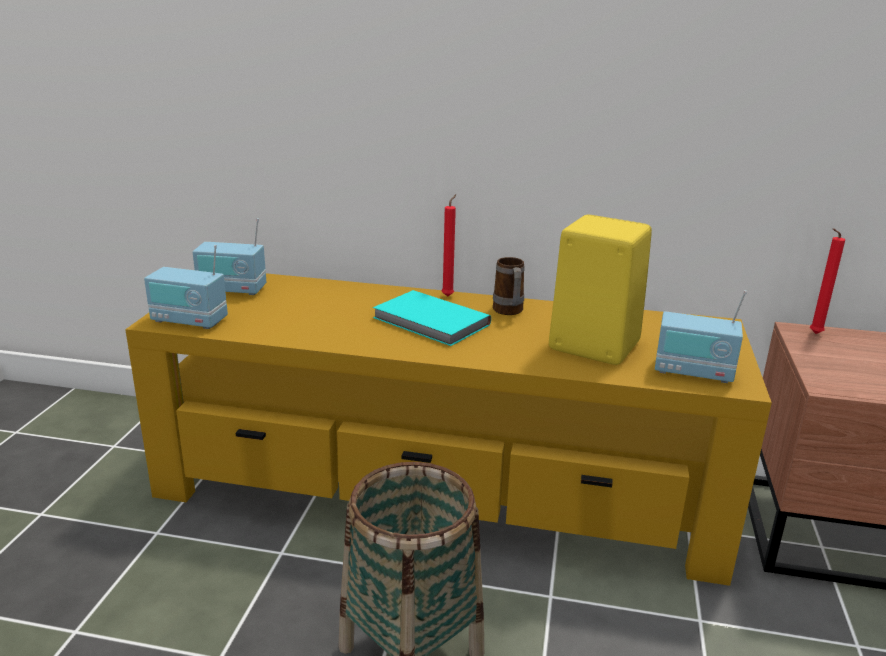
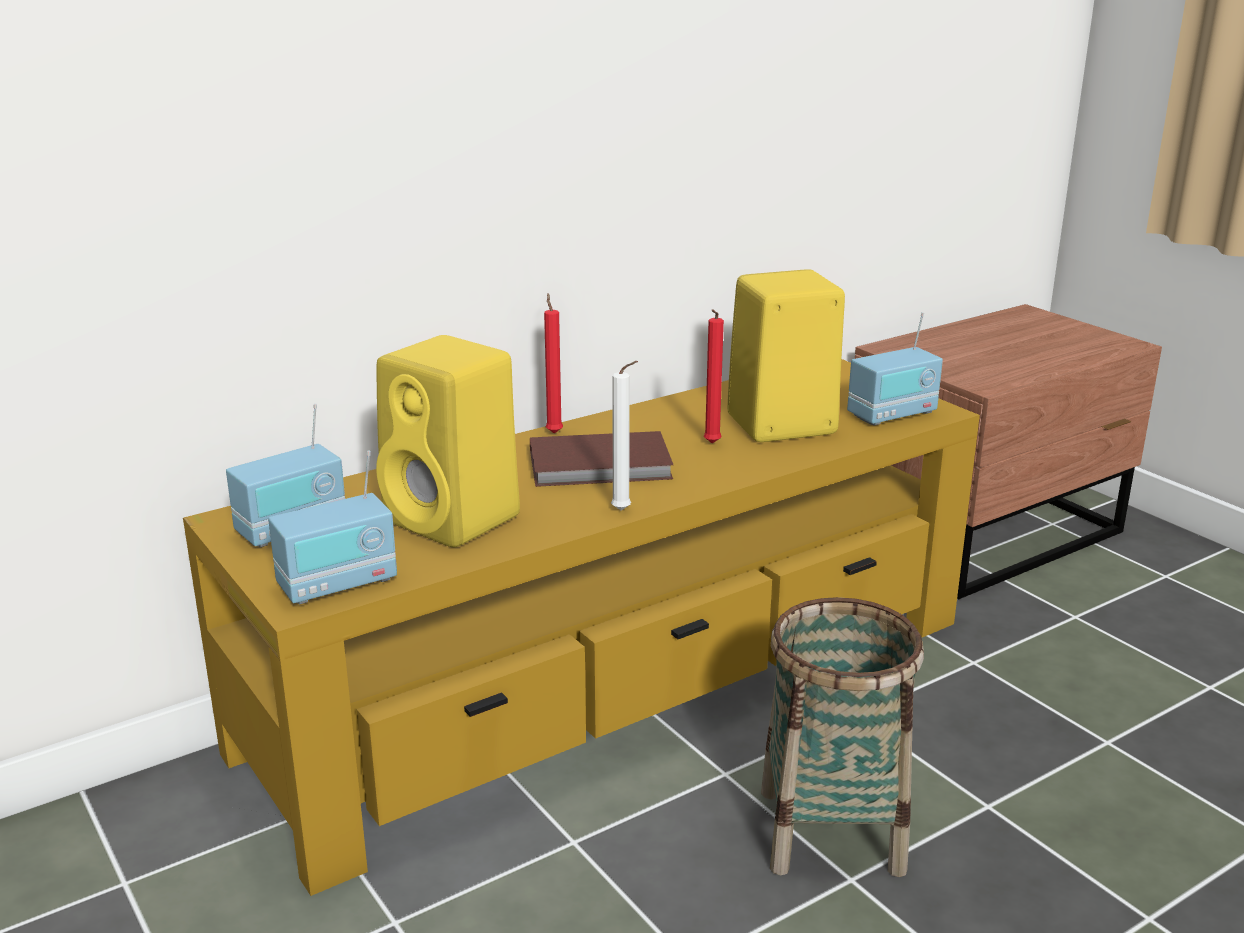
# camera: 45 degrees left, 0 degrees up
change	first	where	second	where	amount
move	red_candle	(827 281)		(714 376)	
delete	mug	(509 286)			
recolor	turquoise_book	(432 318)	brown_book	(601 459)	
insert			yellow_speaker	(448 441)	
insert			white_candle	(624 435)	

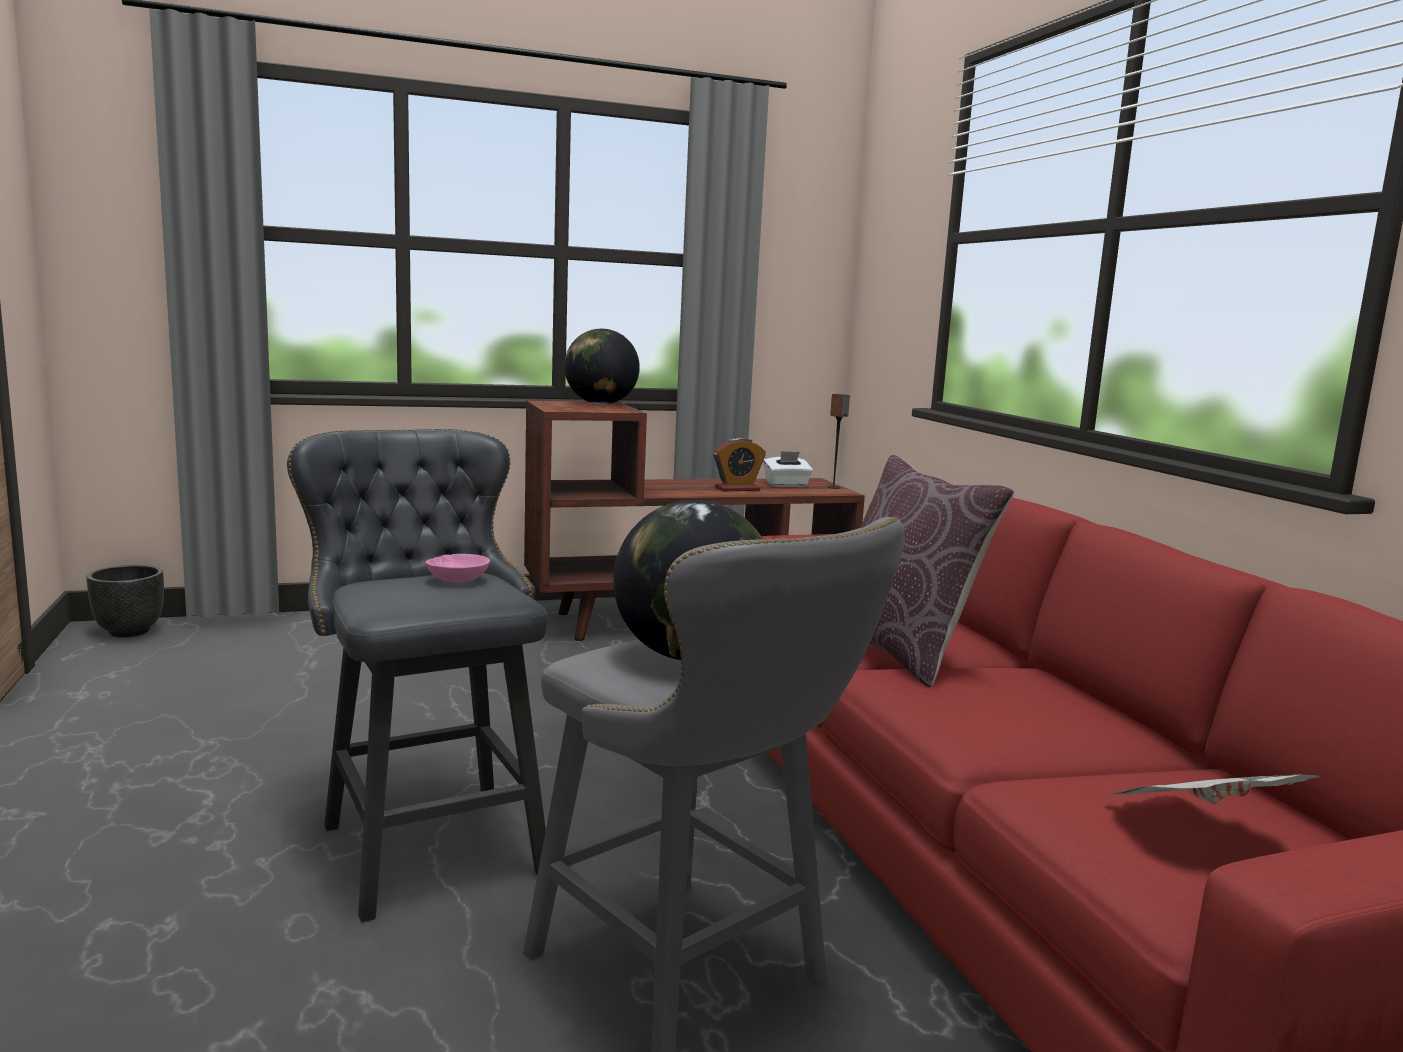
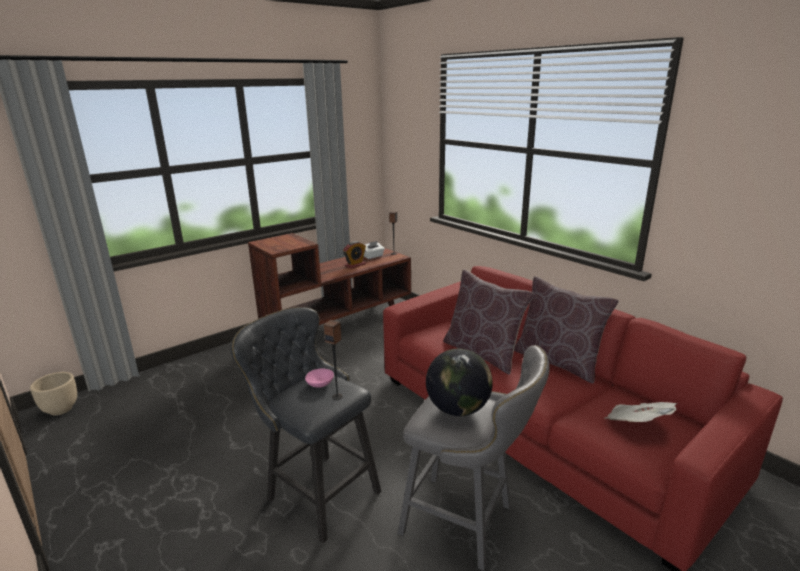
# camera: 20 degrees left, 10 degrees up
change	first	where	second	where	amount
delete	globe	(602 367)			
recolor	black_planter	(125 601)	beige_planter	(53 394)	
insert			brown_pillow	(566 330)	
insert			speaker	(333 360)	

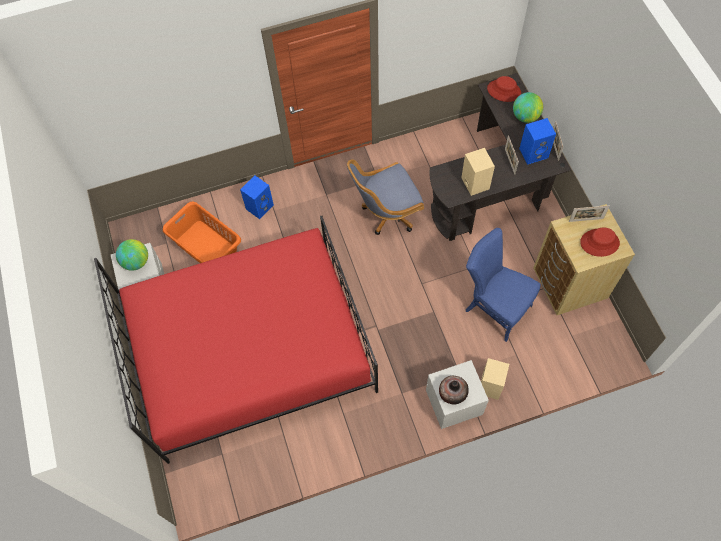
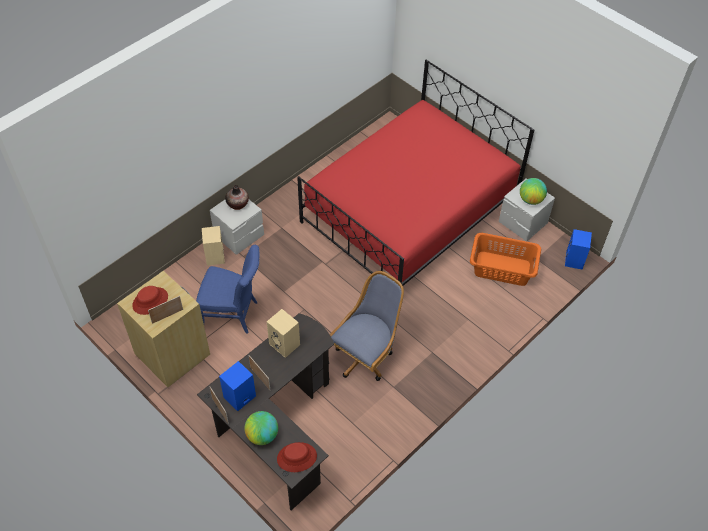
# camera: 150 degrees right, 10 degrees down
change	first	where	second	where	amount
move	blue_speaker	(257 197)		(578 249)	

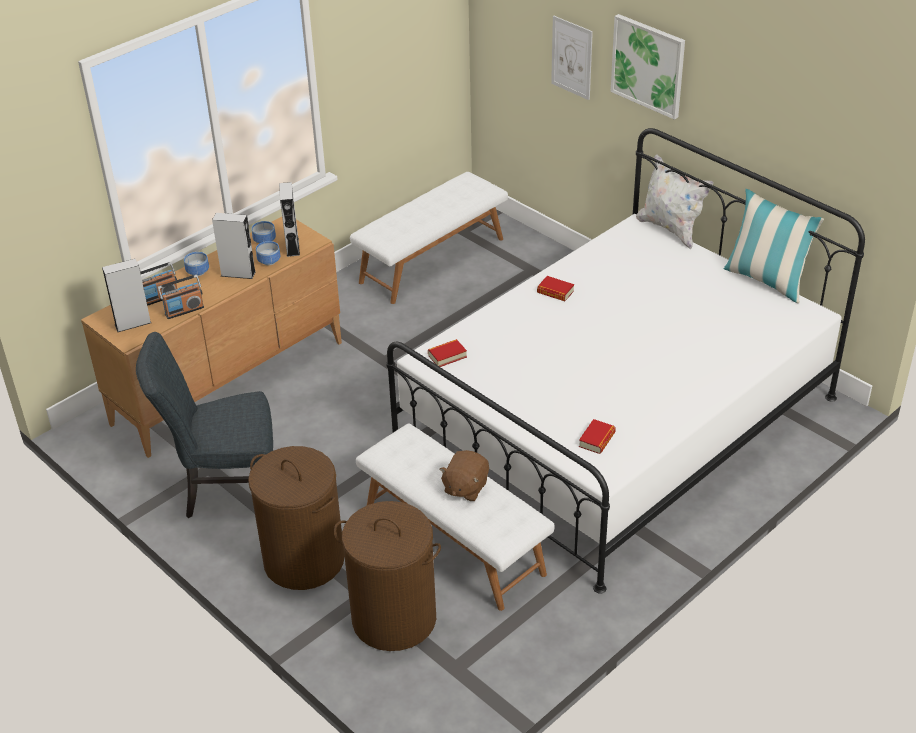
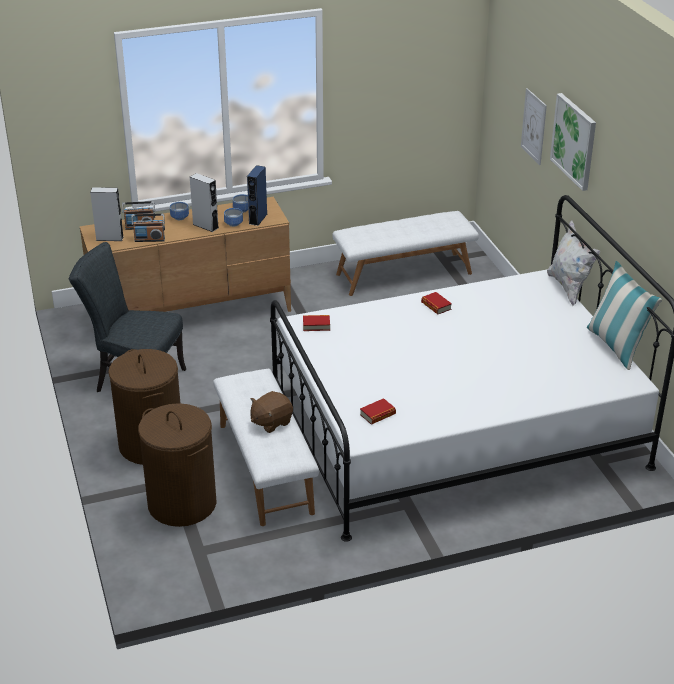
# camera: 25 degrees right, 5 degrees down
change	first	where	second	where	amount
recolor	grey_speaker	(289 219)	blue_speaker	(257 195)	

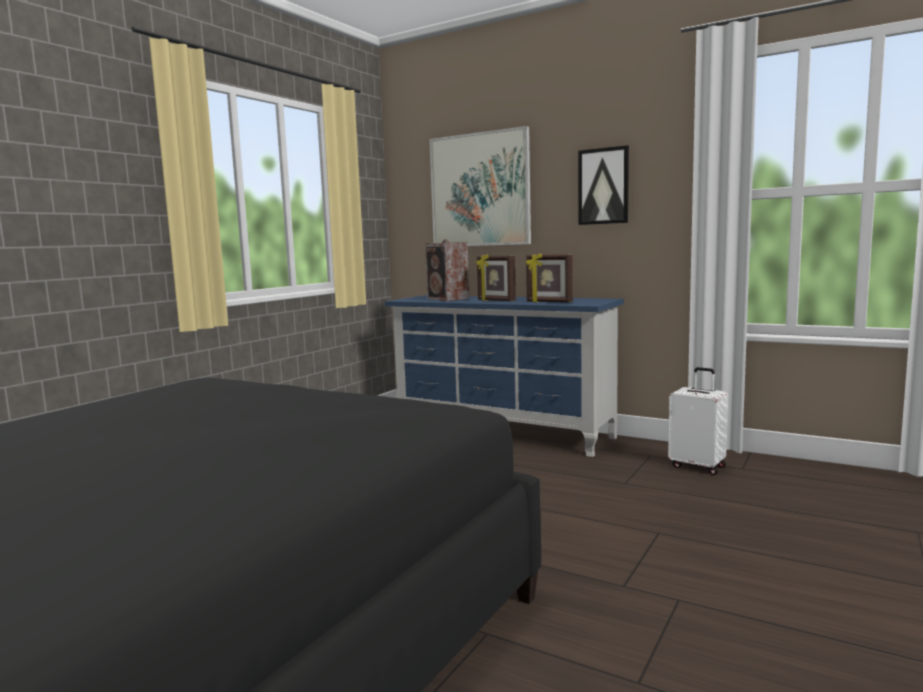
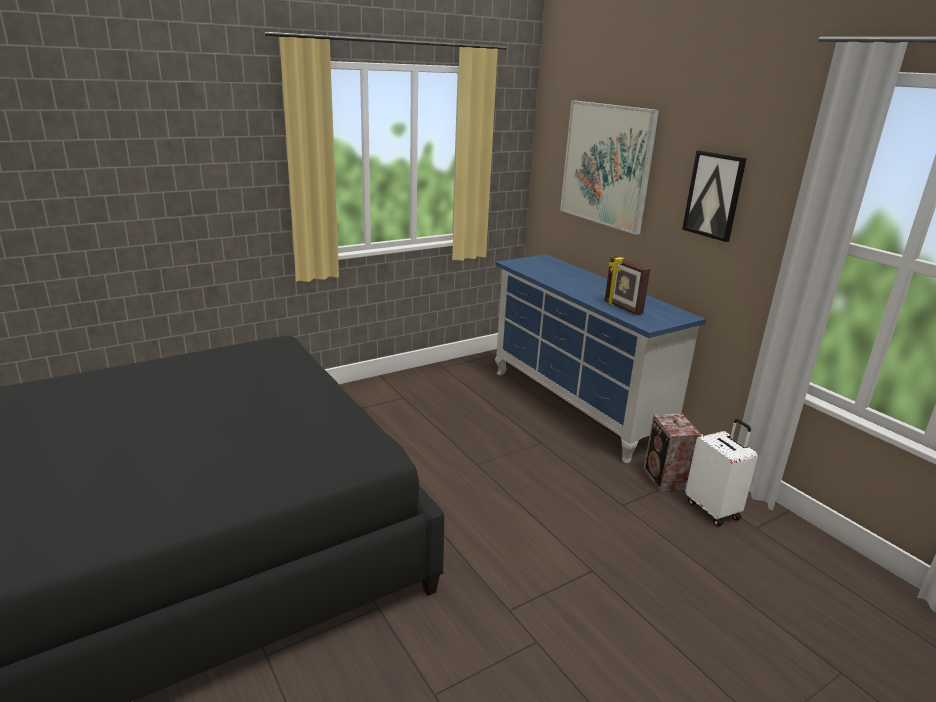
# camera: 25 degrees right, 15 degrees up
change	first	where	second	where	amount
move	speaker	(447 270)		(673 452)	
delete	picture_frame	(496 277)			

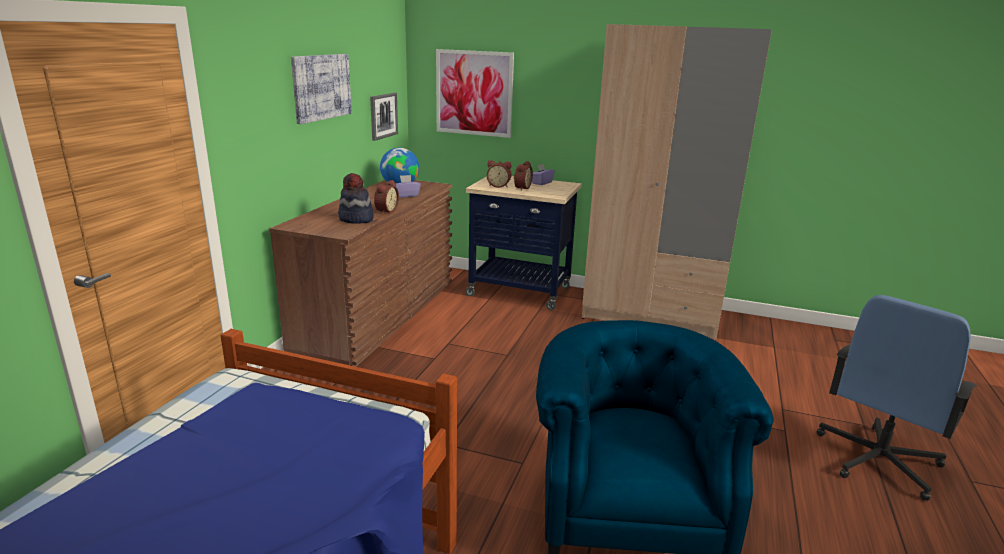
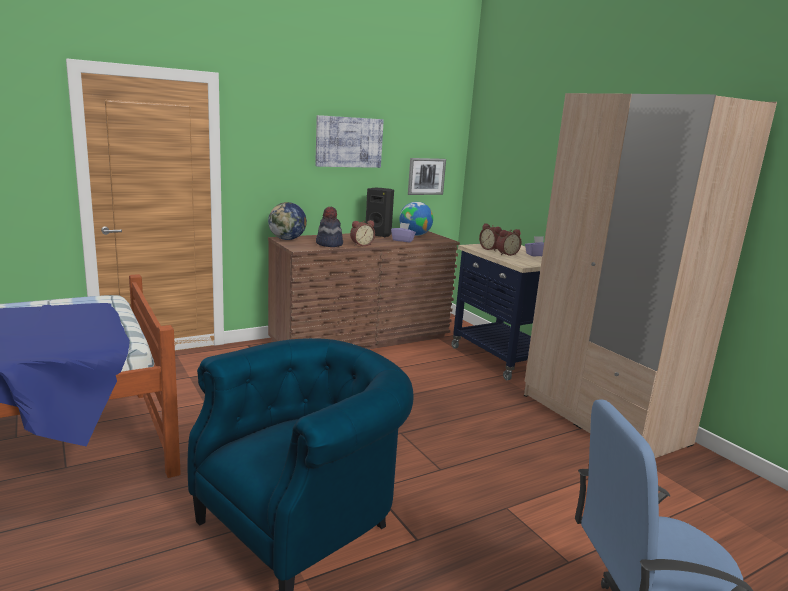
# camera: 40 degrees right, 5 degrees down
change	first	where	second	where	amount
delete	picture	(475 93)			
insert			black_speaker	(380 213)	
insert			globe	(287 221)	

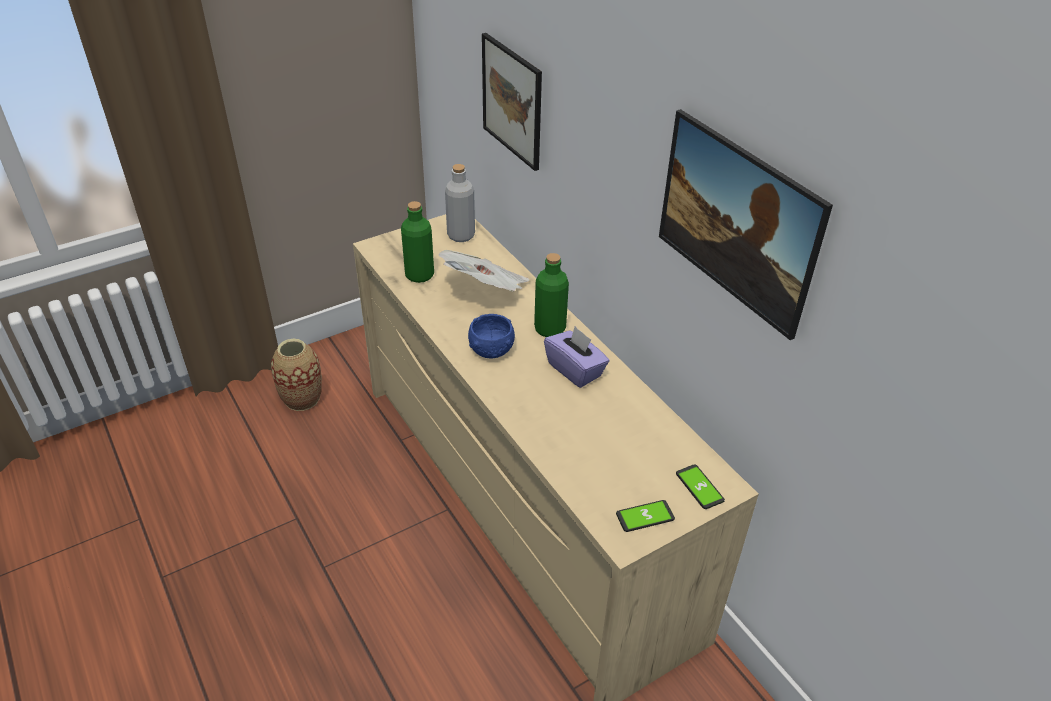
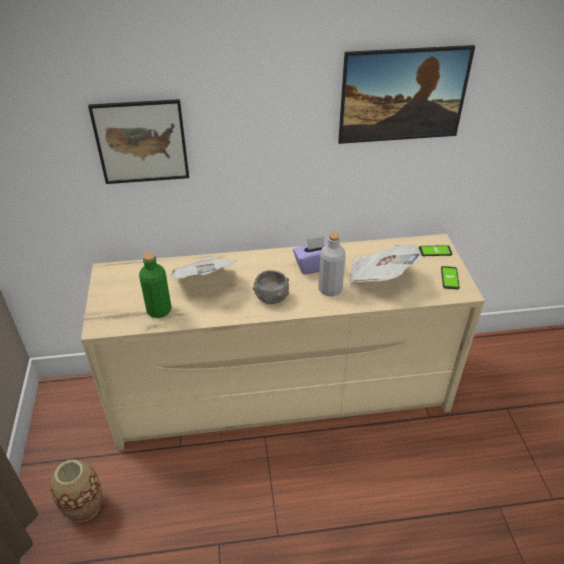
# camera: 65 degrees left, 0 degrees up
change	first	where	second	where	amount
move	grey_bottle	(460 203)		(332 264)	
delete	green_bottle	(551 295)			
recolor	blue_bowl	(491 336)	grey_bowl	(271 287)	
insert			newspaper	(385 263)	

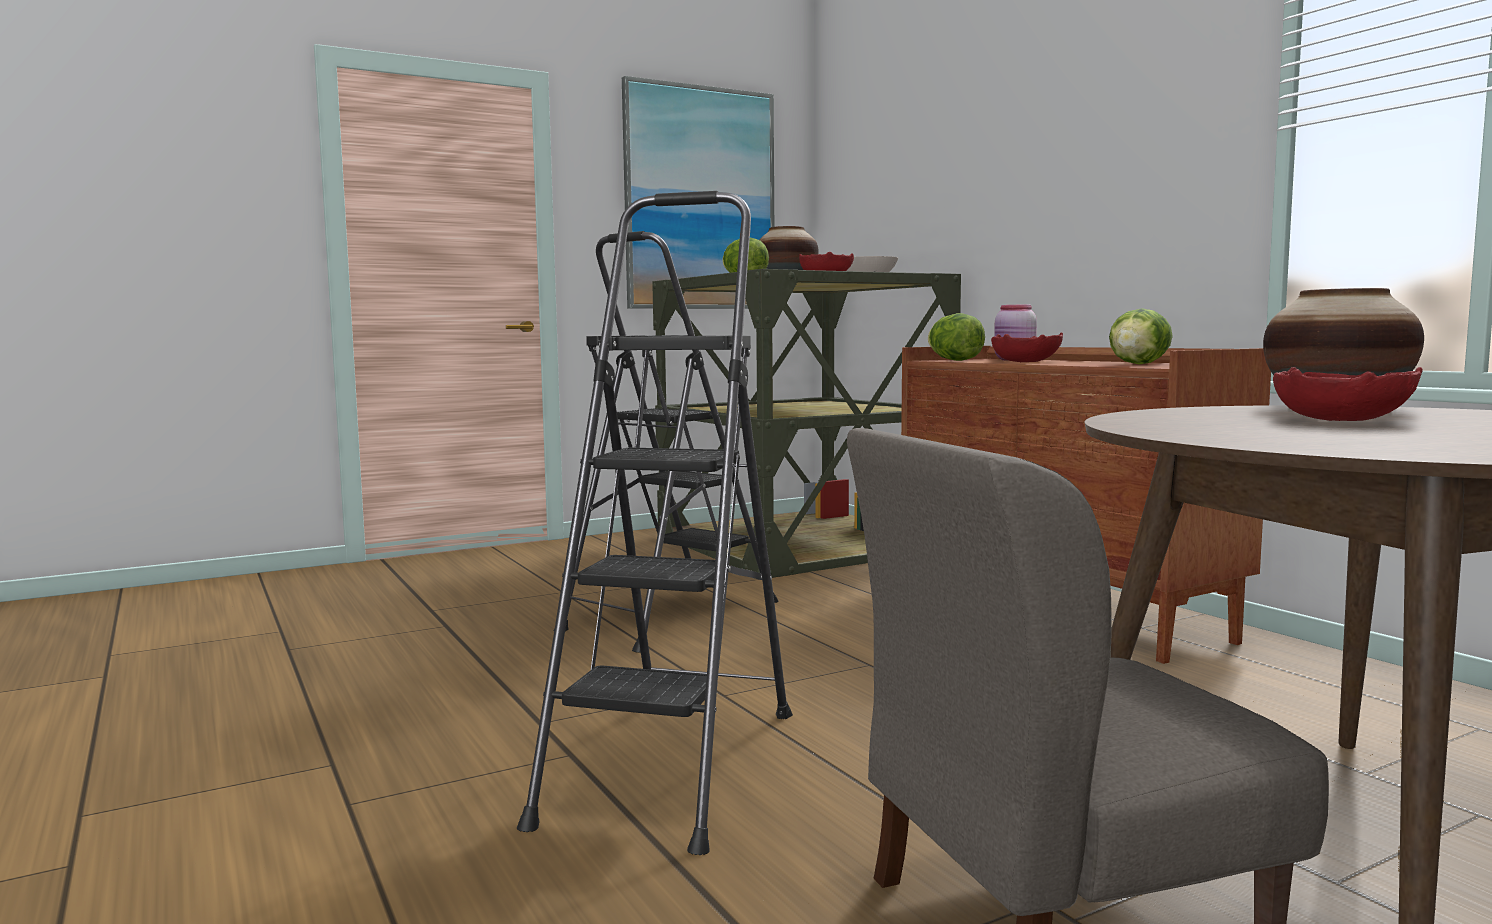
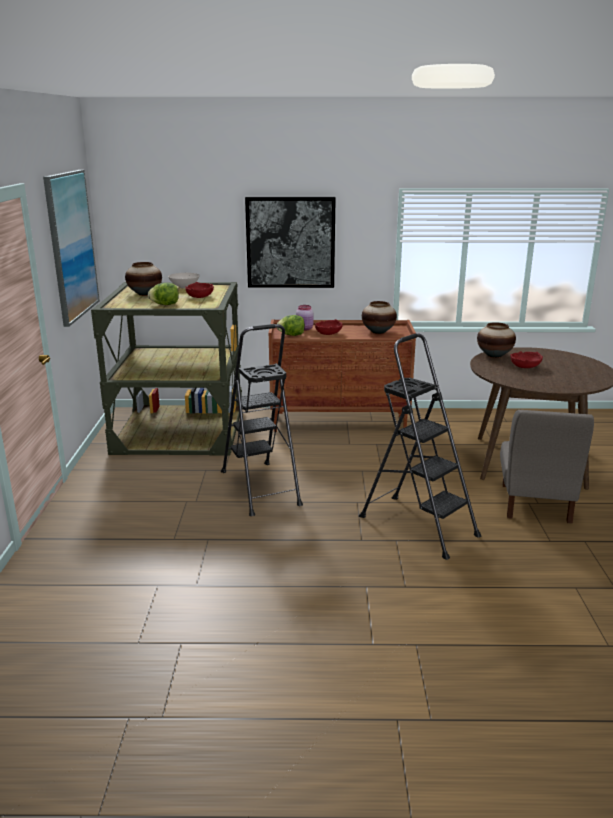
# camera: 60 degrees left, 15 degrees up
change	first	where	second	where	amount
replace	lettuce	(1141 336)	vase	(379 317)	
insert			picture	(290 242)	

